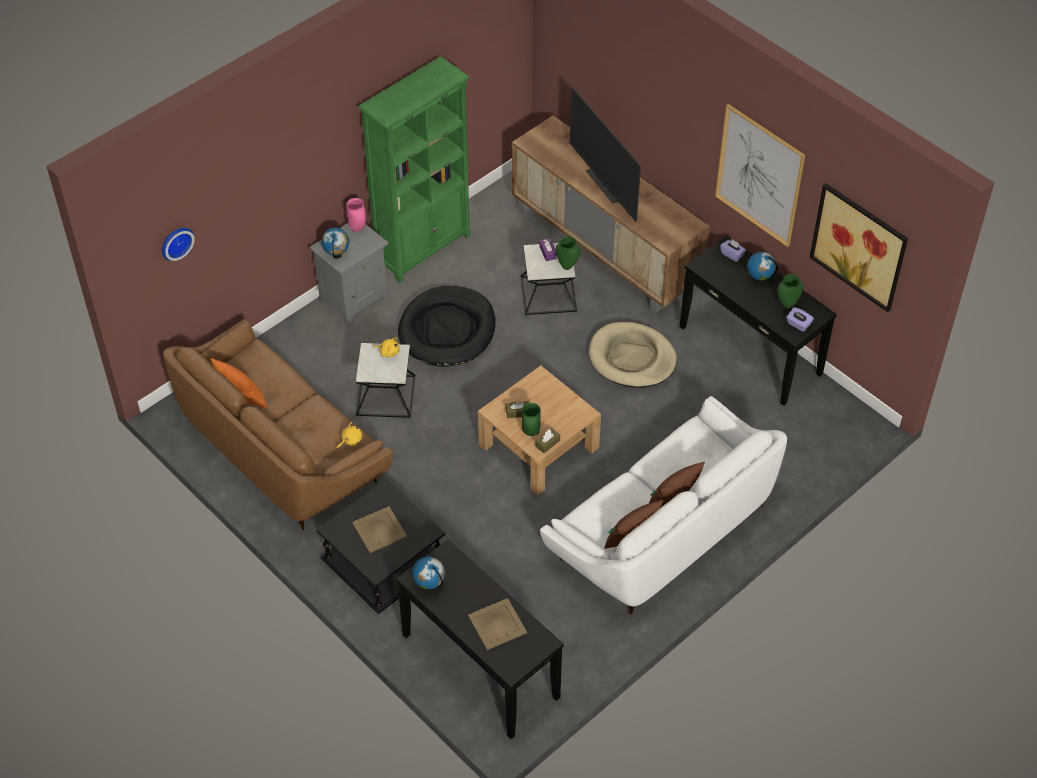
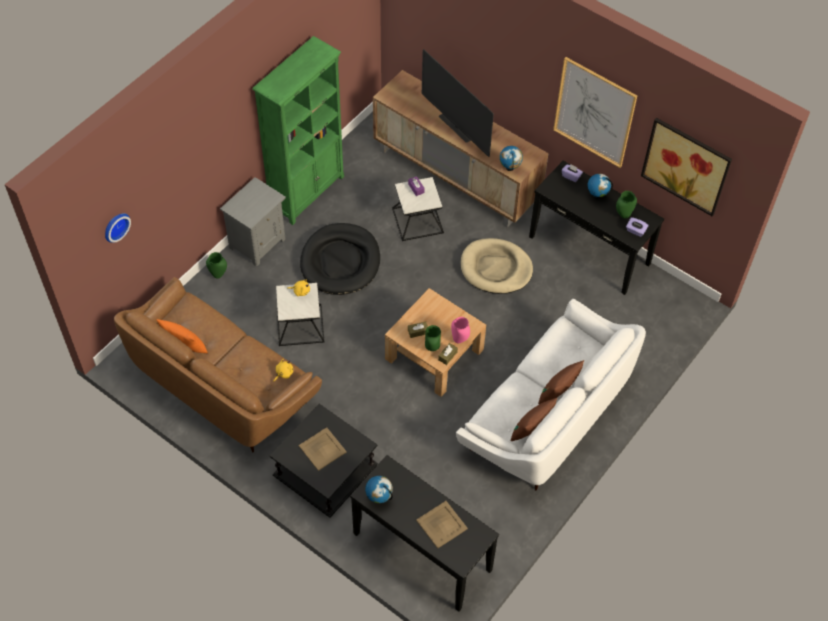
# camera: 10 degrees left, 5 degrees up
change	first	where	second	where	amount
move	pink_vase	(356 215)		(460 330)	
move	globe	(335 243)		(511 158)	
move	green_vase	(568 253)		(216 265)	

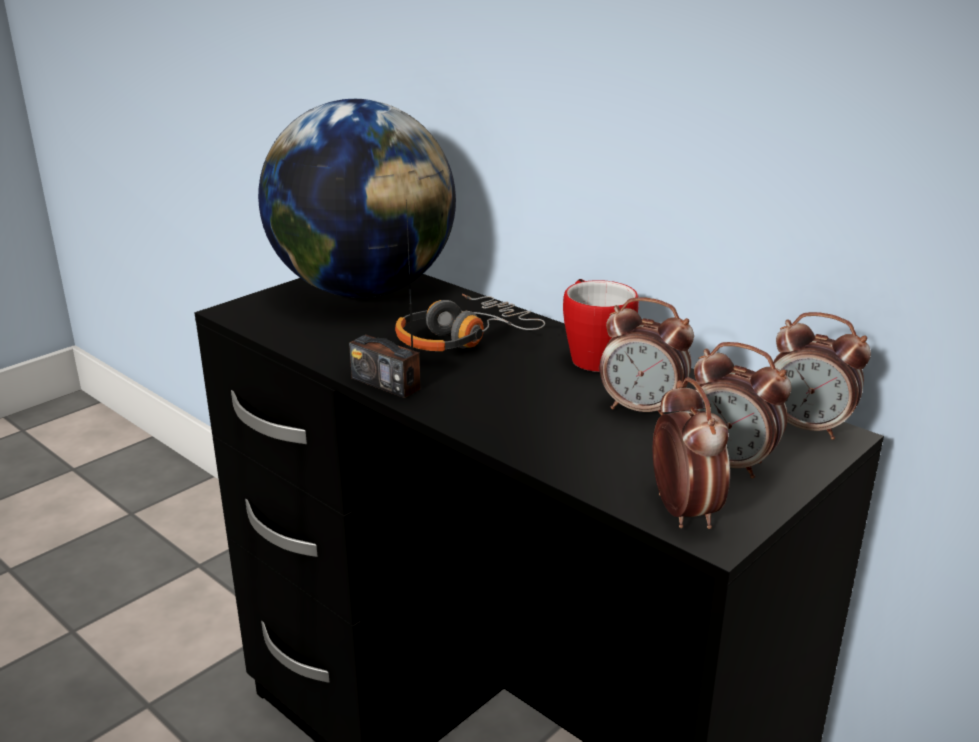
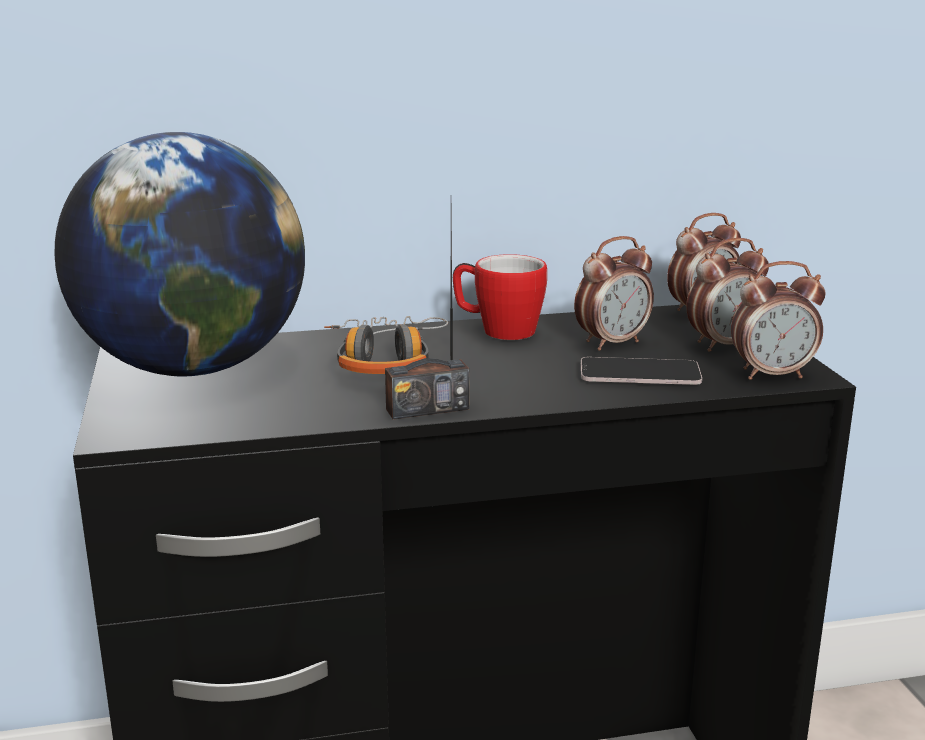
# camera: 55 degrees left, 5 degrees down
change	first	where	second	where	amount
rotate	alarm_clock	(691 453)		(778 320)	150 degrees clockwise
insert			phone	(641 371)	

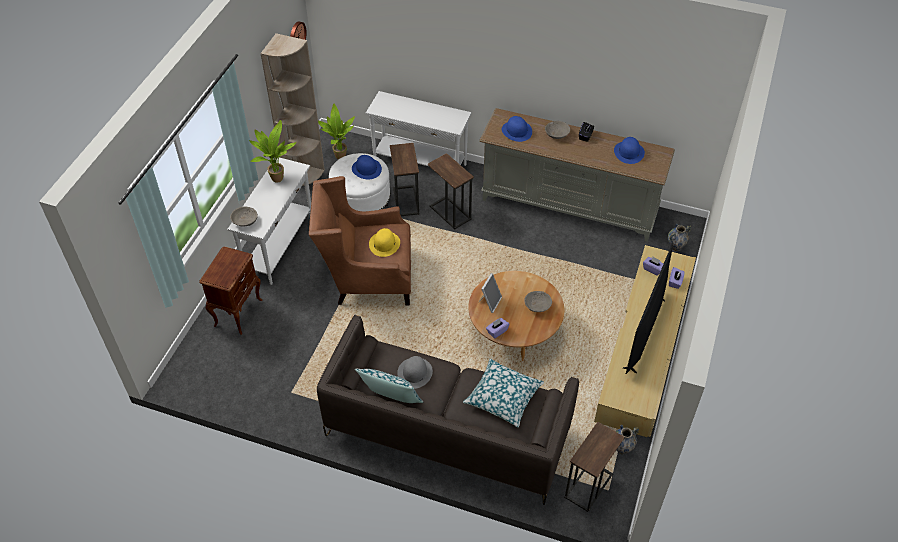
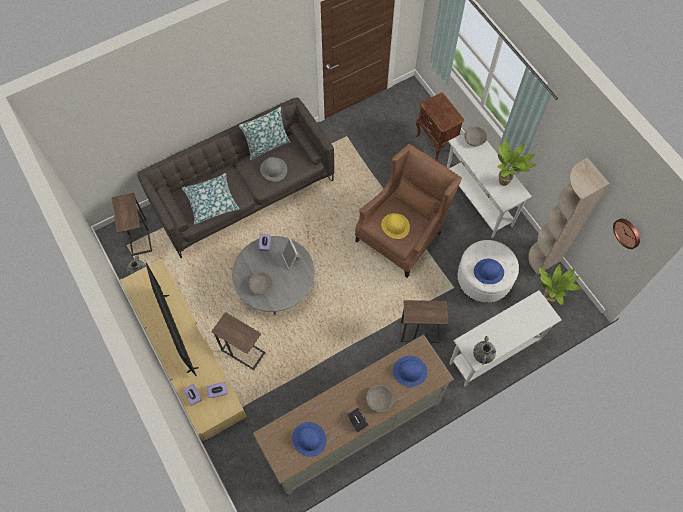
# camera: 130 degrees right, 15 degrees up
change	first	where	second	where	amount
move	brown_side_table	(405 179)		(238 341)	
move	vase	(679 238)		(484 350)	
recolor	brown_coffee_table	(516 316)	grey_coffee_table	(273 275)	

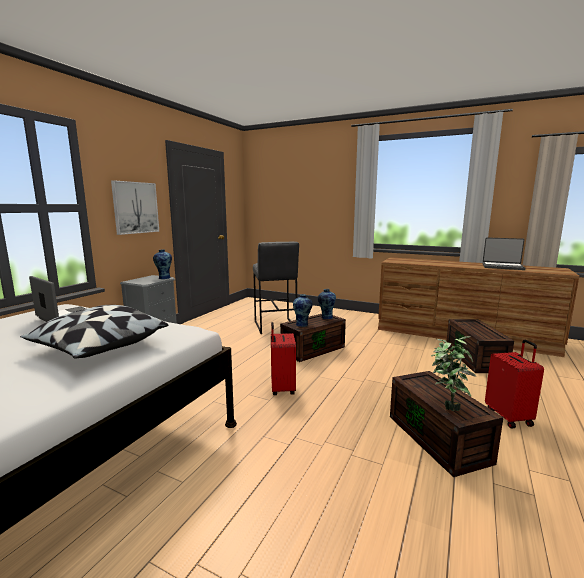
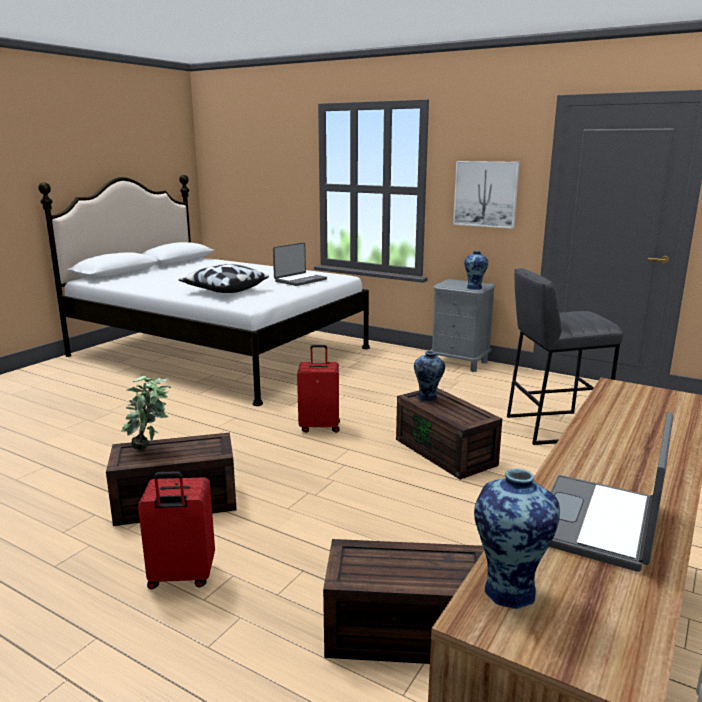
# camera: 95 degrees right, 5 degrees up
change	first	where	second	where	amount
move	vase	(327 304)		(517 539)	

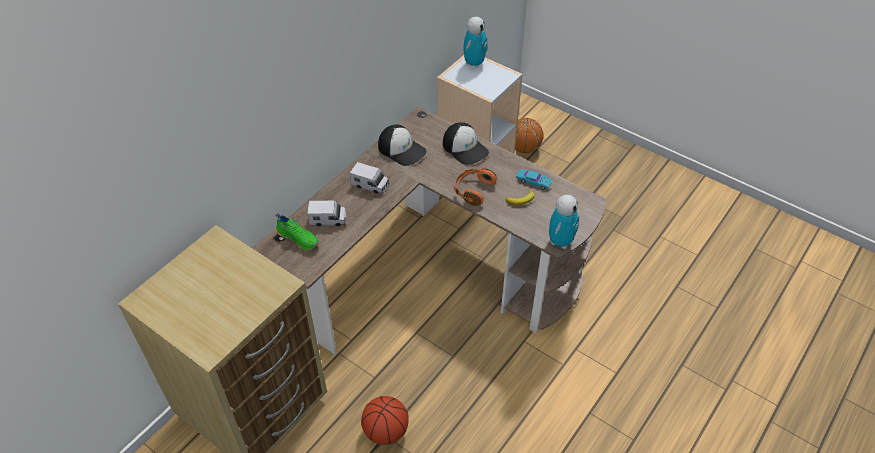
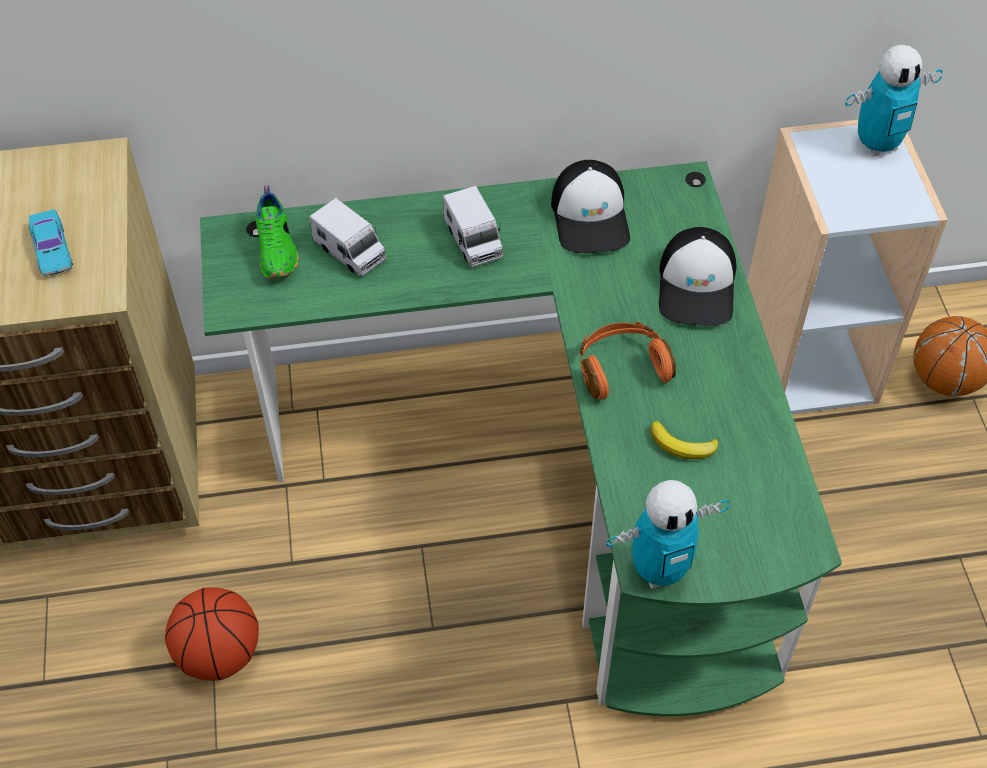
# camera: 45 degrees right, 5 degrees up
change	first	where	second	where	amount
recolor	brown_desk	(429 230)	green_desk	(521 438)	
move	turquoise_toy_car	(534 179)		(51 242)	

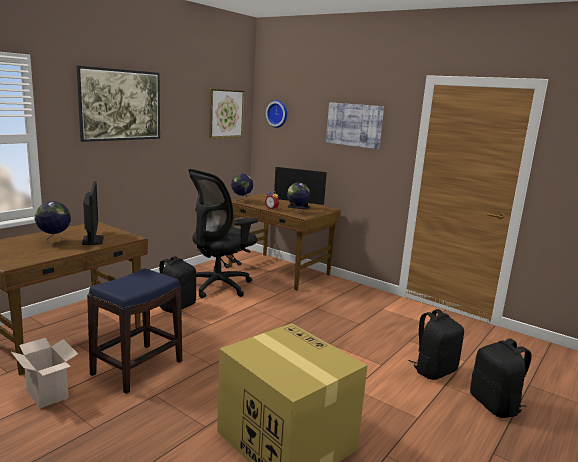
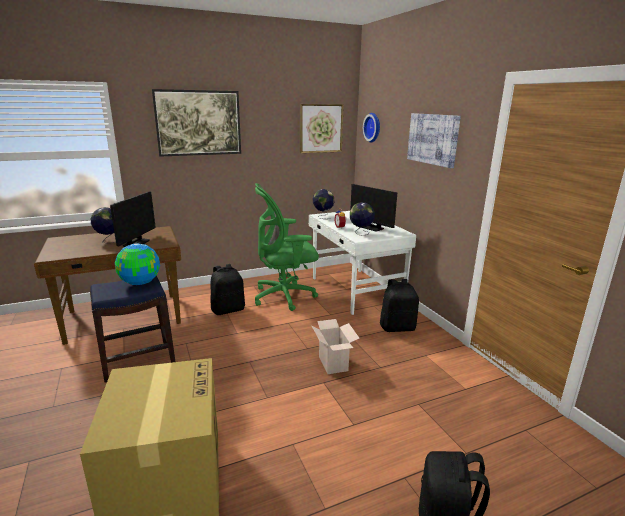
# camera: 30 degrees right, 5 degrees up
change	first	where	second	where	amount
recolor	black_office_chair	(223 233)	green_office_chair	(287 247)	
recolor	brown_desk	(285 241)	white_desk	(362 263)	
move	black_backpack	(436 344)		(399 305)	
move	cardboard_box	(44 373)		(336 346)	
insert			globe	(137 264)	

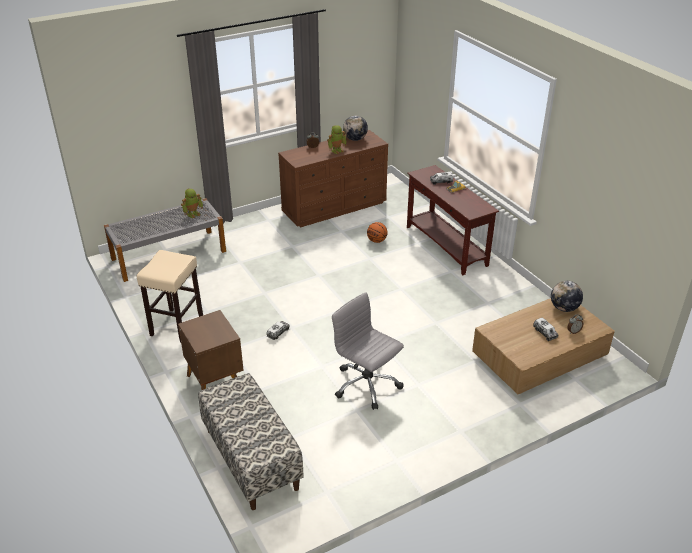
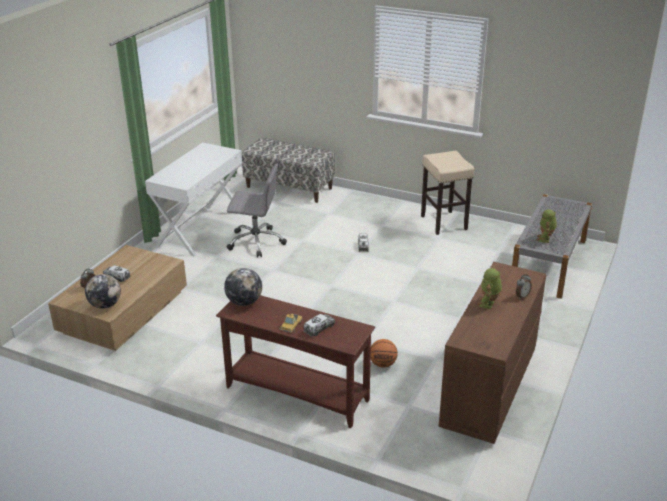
# camera: 145 degrees right, 5 degrees down
change	first	where	second	where	amount
move	globe	(355 128)		(243 287)	
delete	brown_nightstand	(211 350)			
insert			white_desk	(194 199)	

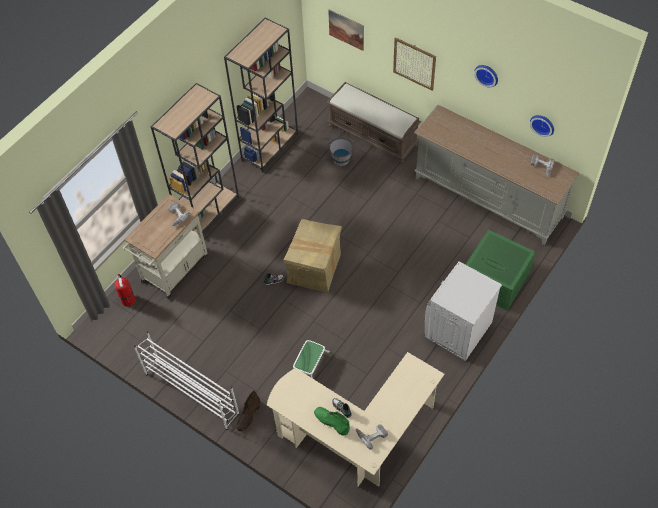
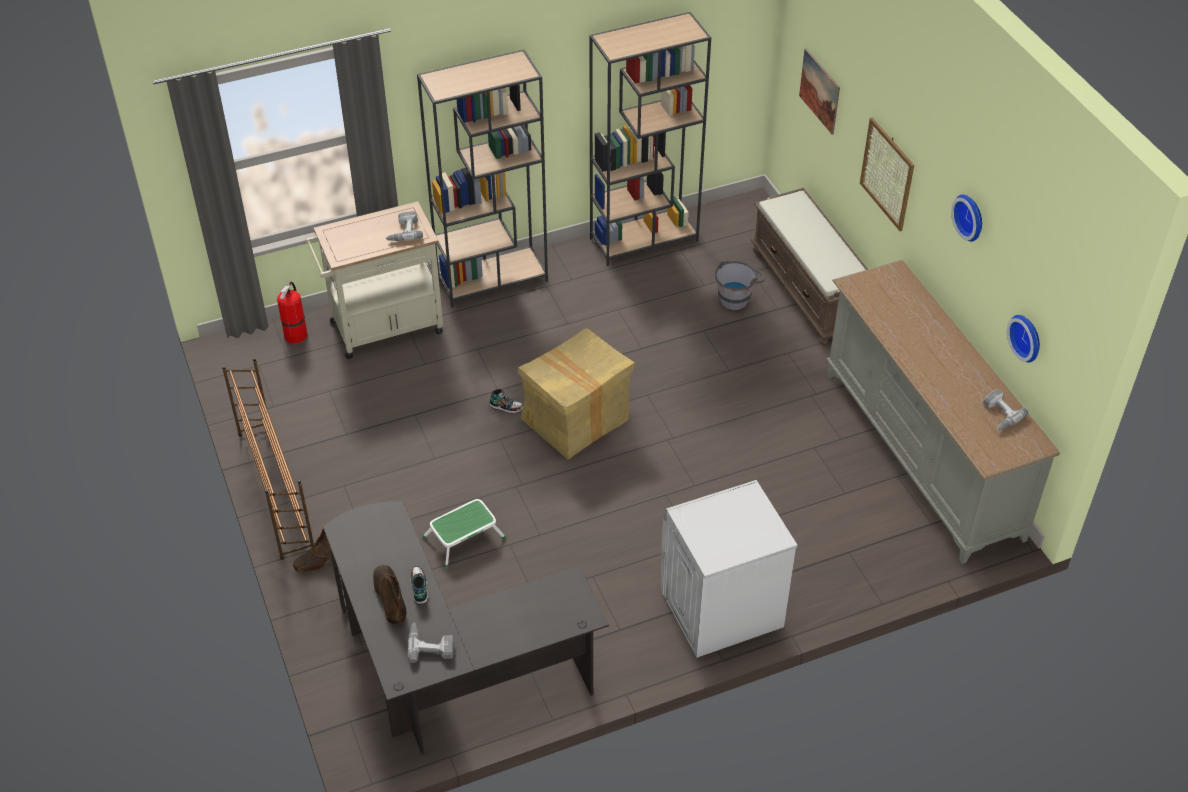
# camera: 30 degrees right, 10 degrees down
change	first	where	second	where	amount
delete	green_storage_box	(500 270)			
recolor	white_shoe_rack	(186 380)	brown_shoe_rack	(268 459)	
recolor	beige_desk	(356 419)	black_desk	(466 628)	
recolor	green_boot	(332 421)	brown_boot	(389 595)	

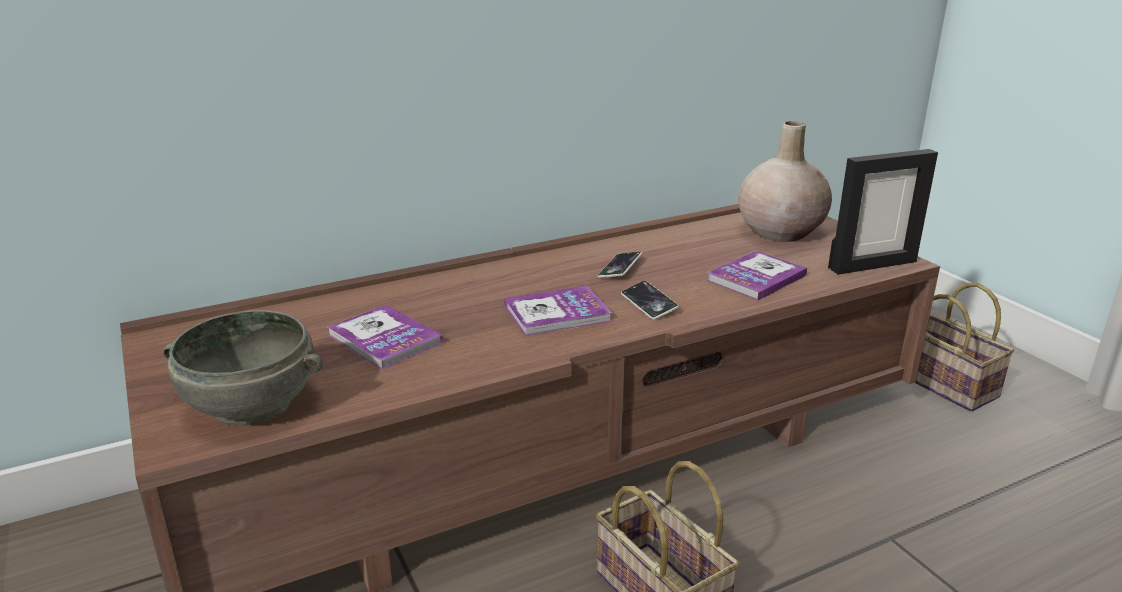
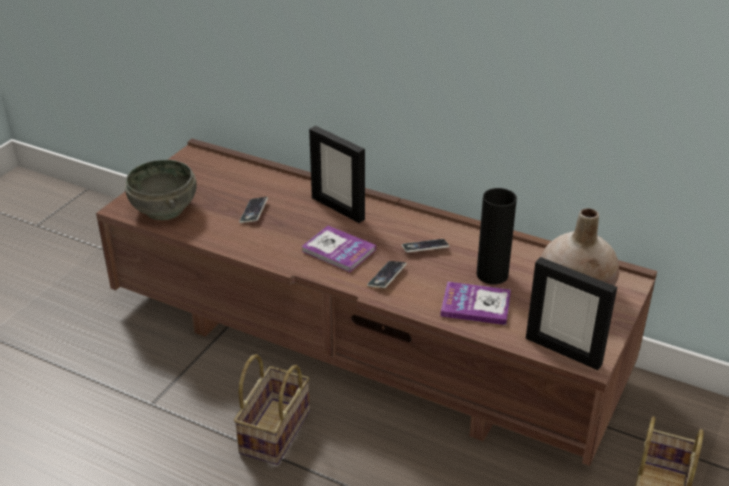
# camera: 55 degrees right, 10 degrees up
change	first	where	second	where	amount
replace	book	(385 337)	phone	(253 210)	
insert			picture_frame	(337 174)	
insert			black_vase	(496 236)	

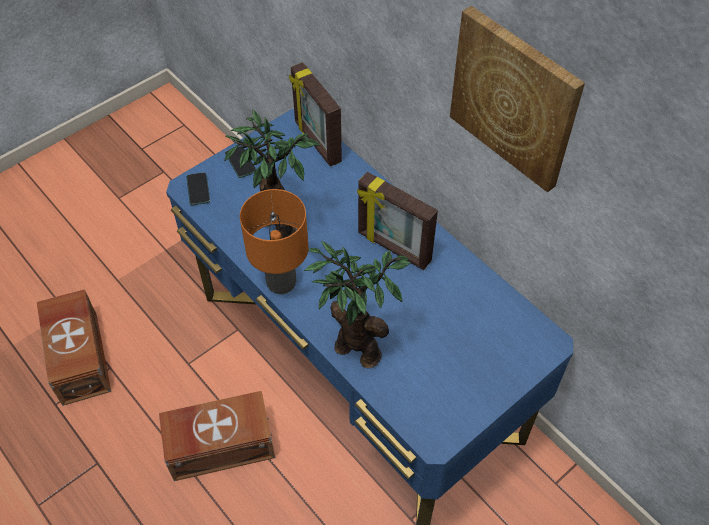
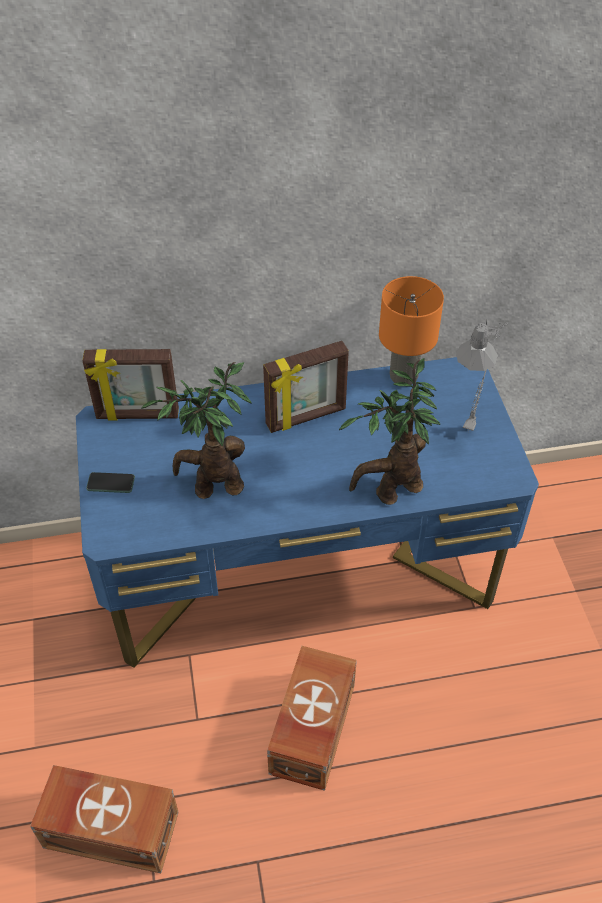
# camera: 60 degrees left, 5 degrees down
change	first	where	second	where	amount
delete	picture	(517 99)			
delete	phone	(198 188)			
move	orange_table_lamp	(274 241)		(411 330)	
insert			grey_table_lamp	(482 375)	

